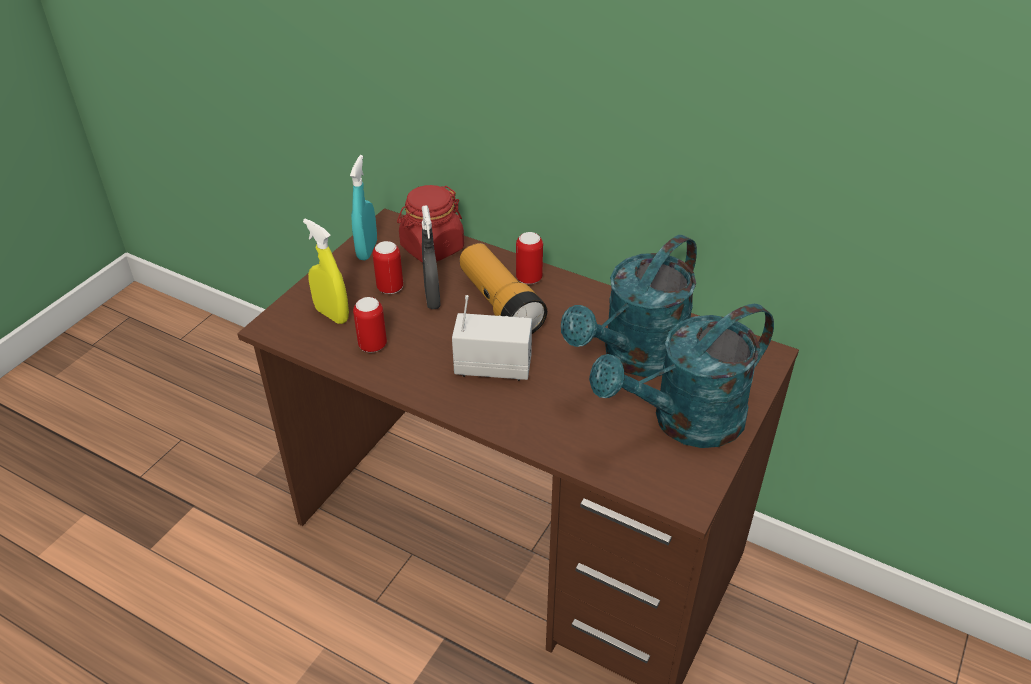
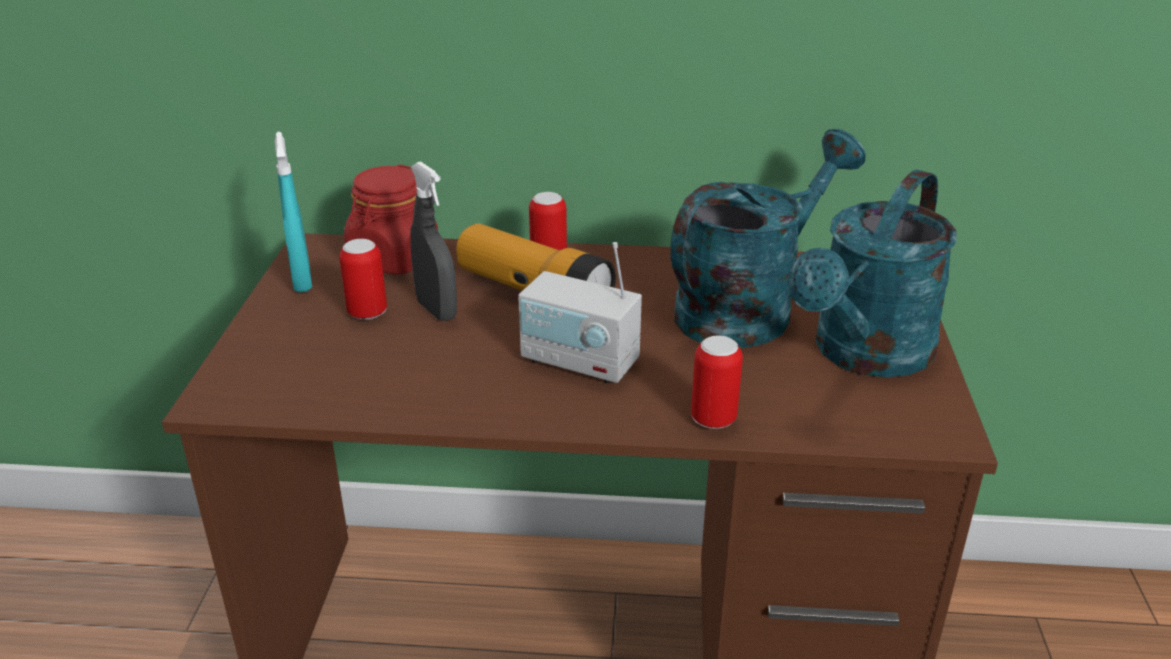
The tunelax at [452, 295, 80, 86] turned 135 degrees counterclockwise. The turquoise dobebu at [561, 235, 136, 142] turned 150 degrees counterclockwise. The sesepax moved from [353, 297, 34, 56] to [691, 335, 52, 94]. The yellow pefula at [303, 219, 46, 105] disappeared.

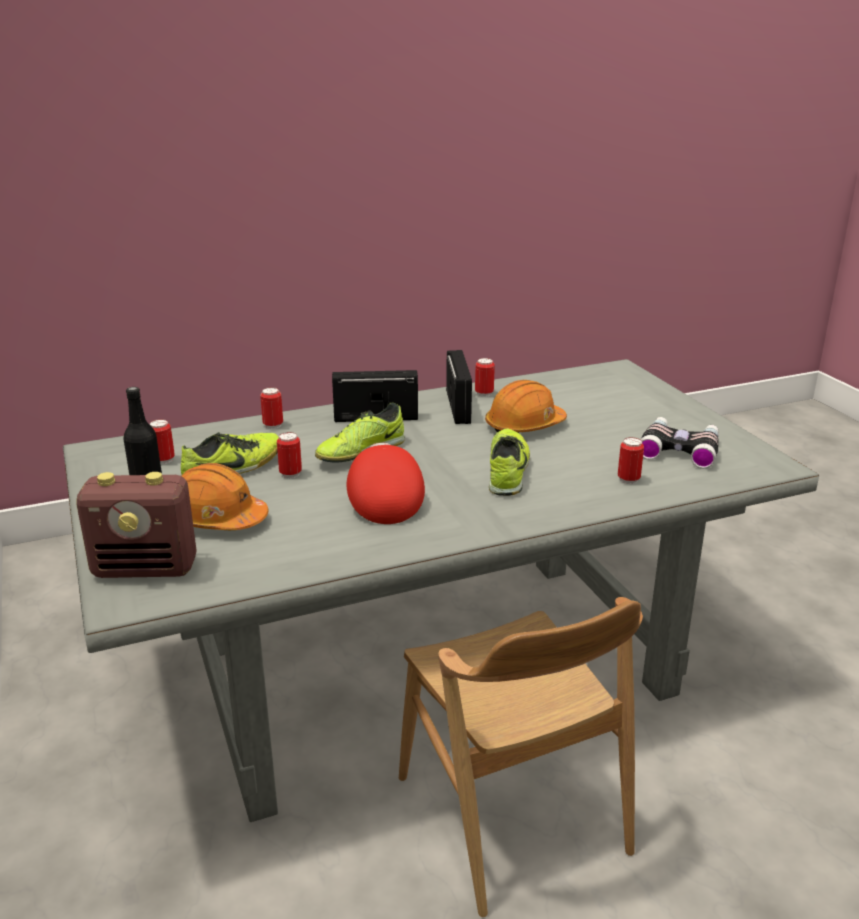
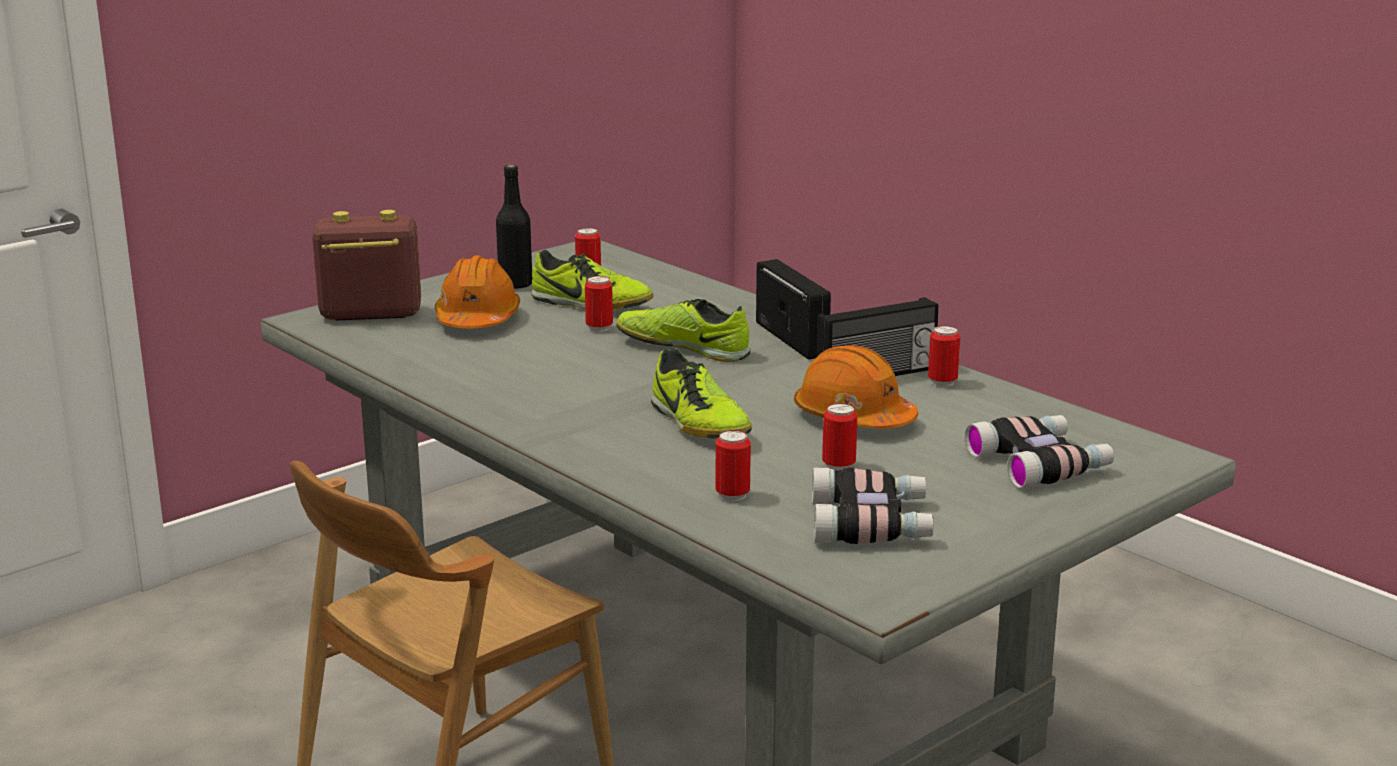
The tunelax at [76, 472, 121, 106] turned 105 degrees clockwise. The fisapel at [489, 429, 41, 67] turned 75 degrees clockwise. The sesepax moved from [260, 387, 23, 42] to [822, 403, 35, 68]. The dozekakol at [965, 415, 149, 74] appeared. The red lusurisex at [347, 443, 78, 81] disappeared.

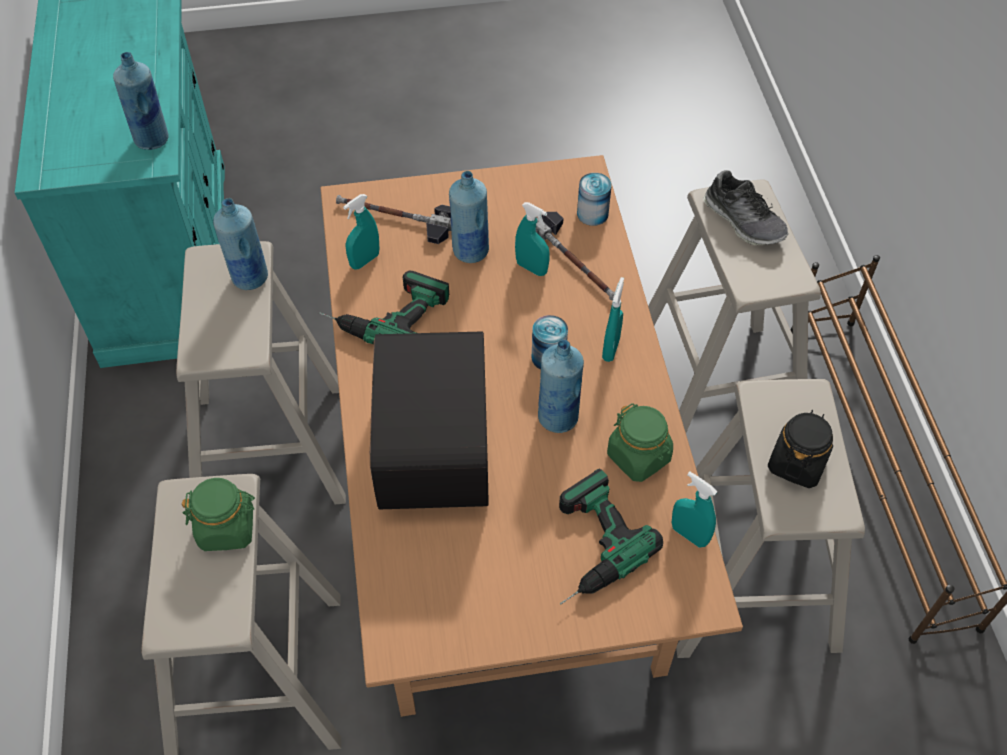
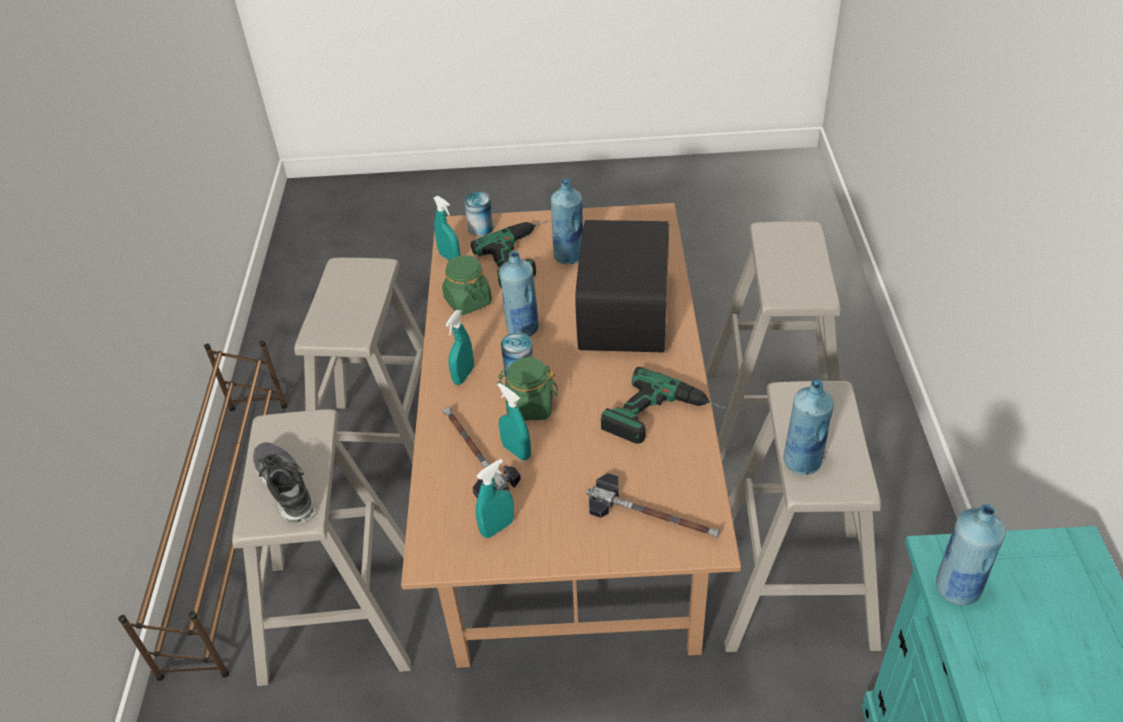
The sesepax moved from [577, 173, 35, 53] to [464, 192, 30, 44]. The turquoise pefula moved from [343, 194, 36, 76] to [476, 459, 38, 79]. The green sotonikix moved from [182, 478, 73, 73] to [498, 357, 60, 63]. The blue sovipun moved from [449, 171, 40, 92] to [551, 179, 32, 85]. The black sotonikix at [768, 410, 65, 78] disappeared.

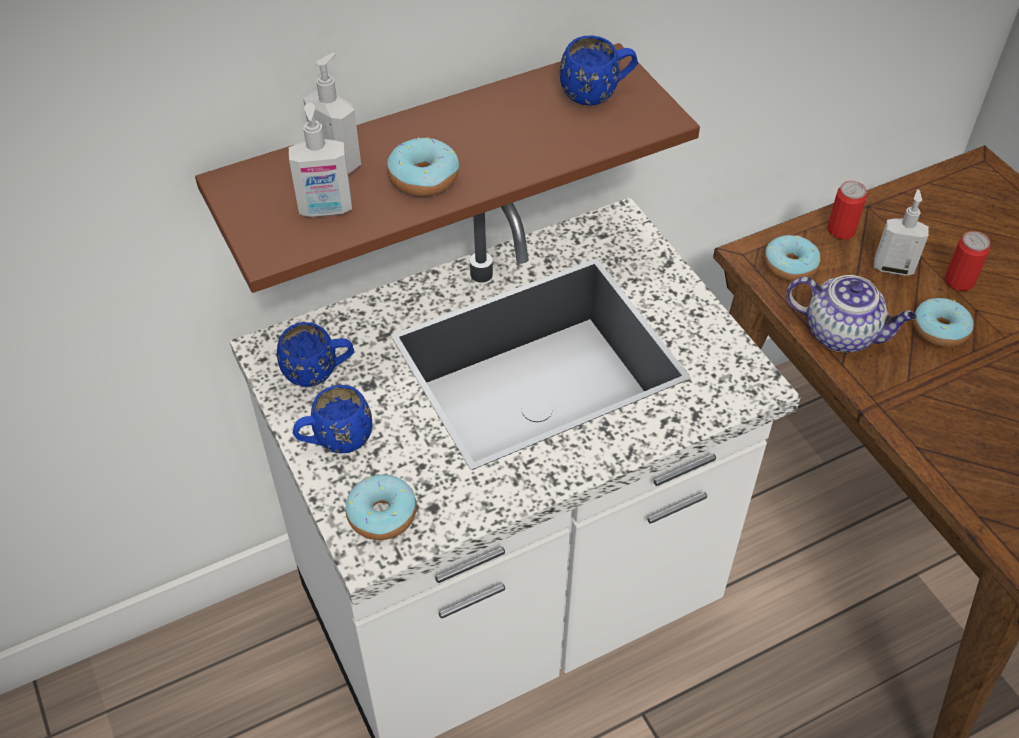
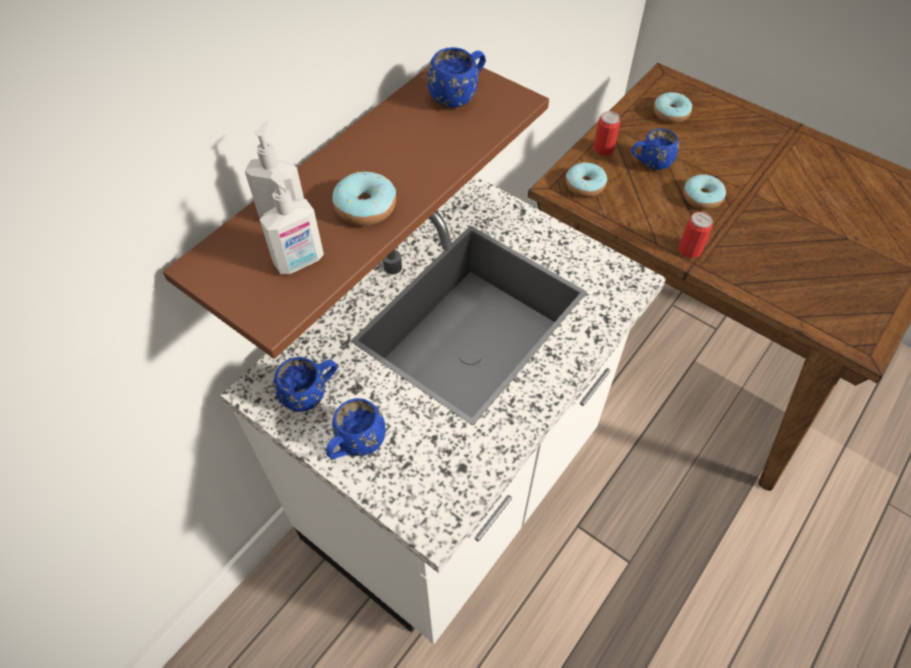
The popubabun at [874, 189, 55, 87] was replaced by the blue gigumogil at [631, 129, 48, 41]. The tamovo moved from [346, 475, 71, 65] to [654, 92, 38, 31]. The sesepax moved from [944, 231, 46, 60] to [678, 212, 35, 46]. The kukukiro at [786, 275, 131, 77] disappeared.

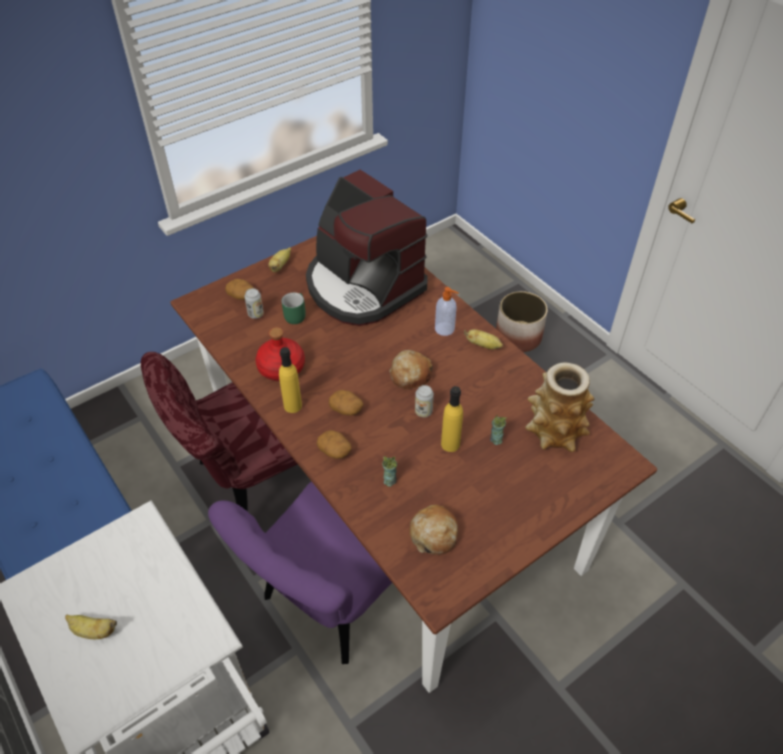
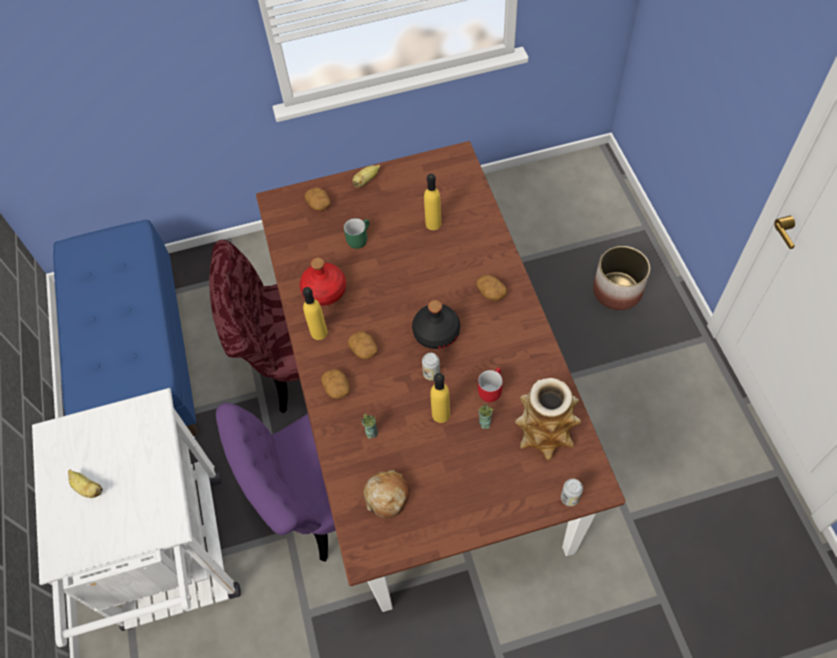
The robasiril at [390, 350, 43, 39] was replaced by the black sovipun at [412, 300, 48, 49]. The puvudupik at [306, 170, 122, 156] was replaced by the yellow sovipun at [424, 174, 17, 56]. The popubabun at [435, 287, 24, 49] was replaced by the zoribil at [477, 275, 30, 26]. The red gigumogil at [478, 368, 25, 34] appeared. The sesepax moved from [244, 288, 20, 31] to [561, 479, 22, 27]. The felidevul at [464, 329, 39, 20] disappeared.

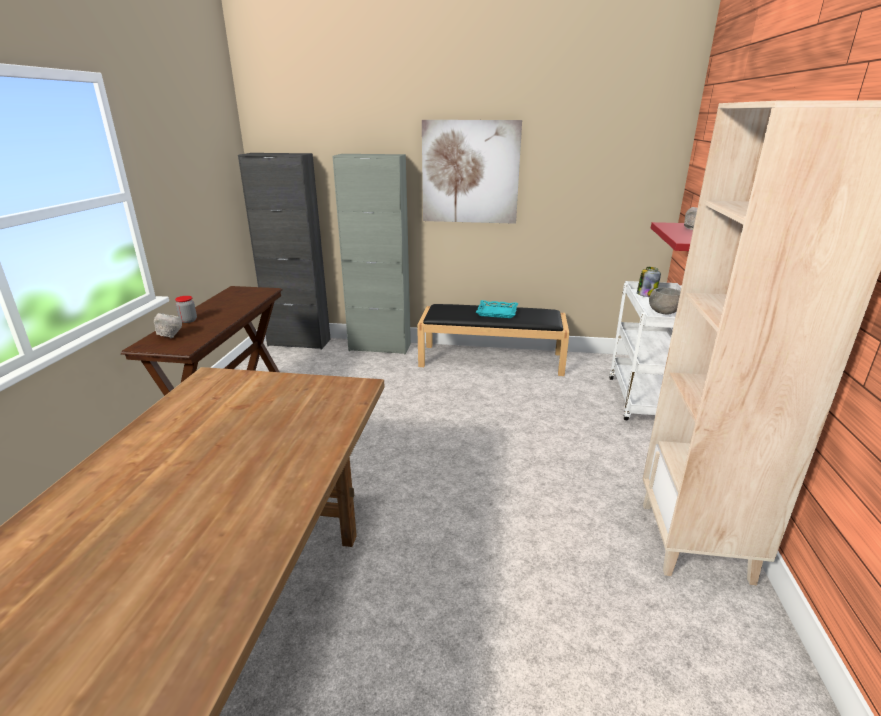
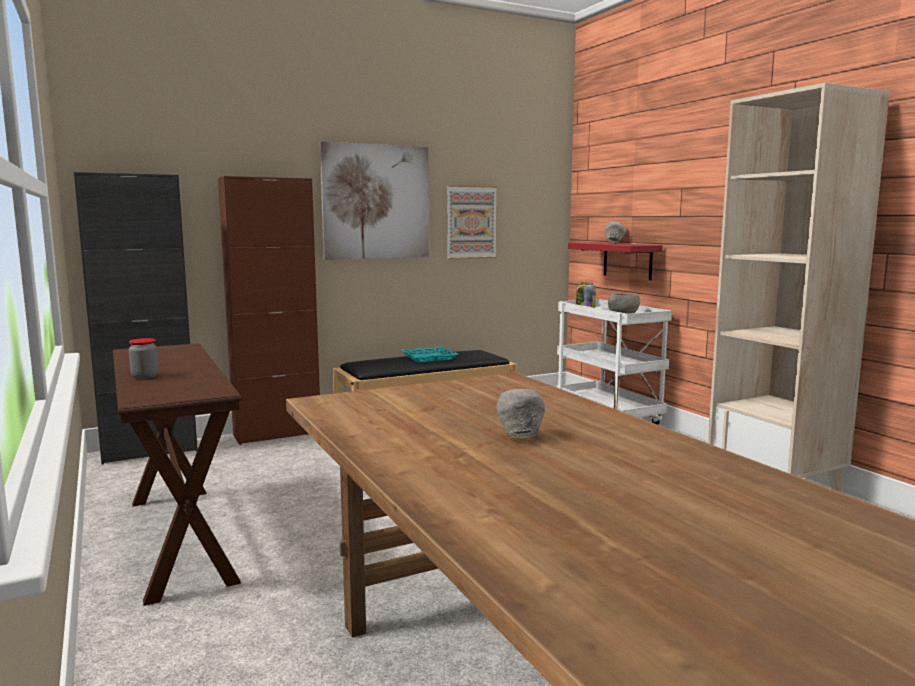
The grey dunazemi at [332, 154, 79, 201] became the brown dunazemi at [218, 176, 102, 269]. The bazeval at [447, 185, 50, 74] appeared. The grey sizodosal moved from [154, 313, 28, 25] to [497, 389, 48, 49].

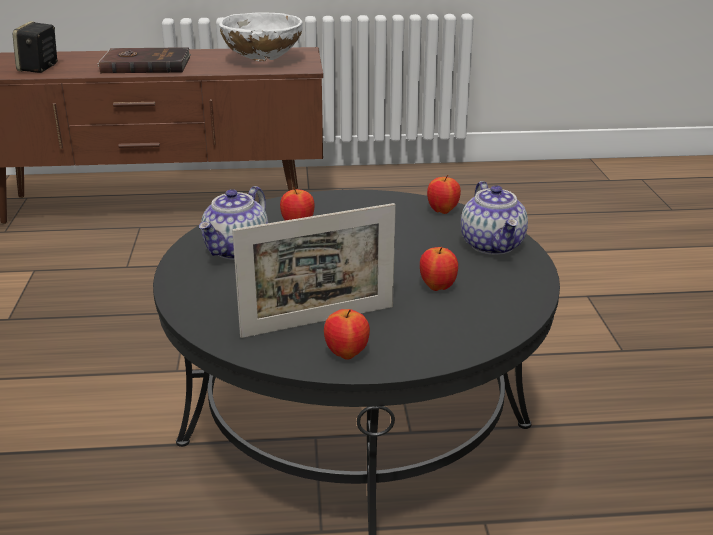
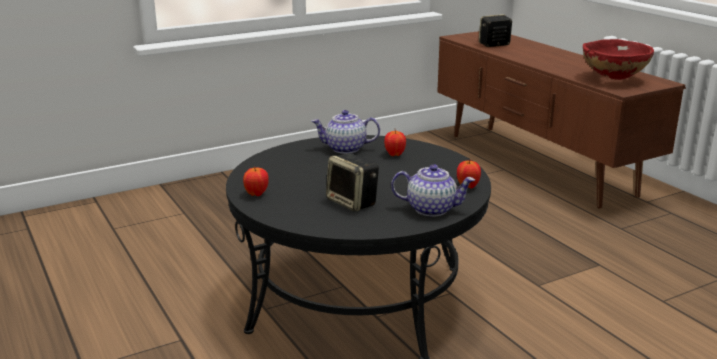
The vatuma at [420, 247, 38, 44] was replaced by the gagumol at [326, 153, 53, 59]. The kukukiro at [461, 181, 67, 74] turned 135 degrees counterclockwise. The white sizodosal at [219, 12, 84, 49] became the red sizodosal at [583, 39, 71, 41]. The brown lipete at [98, 47, 93, 26] disappeared. The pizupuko at [232, 203, 164, 135] disappeared.

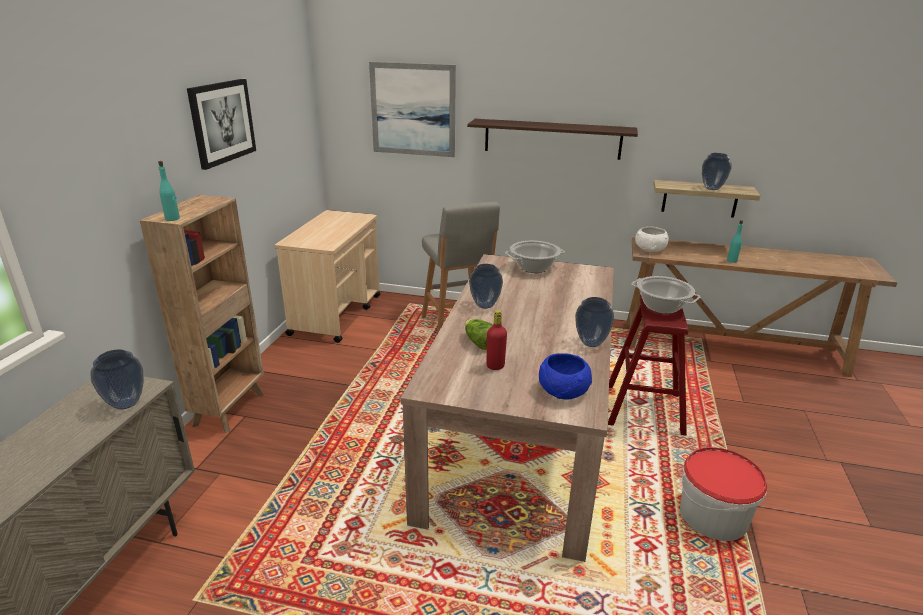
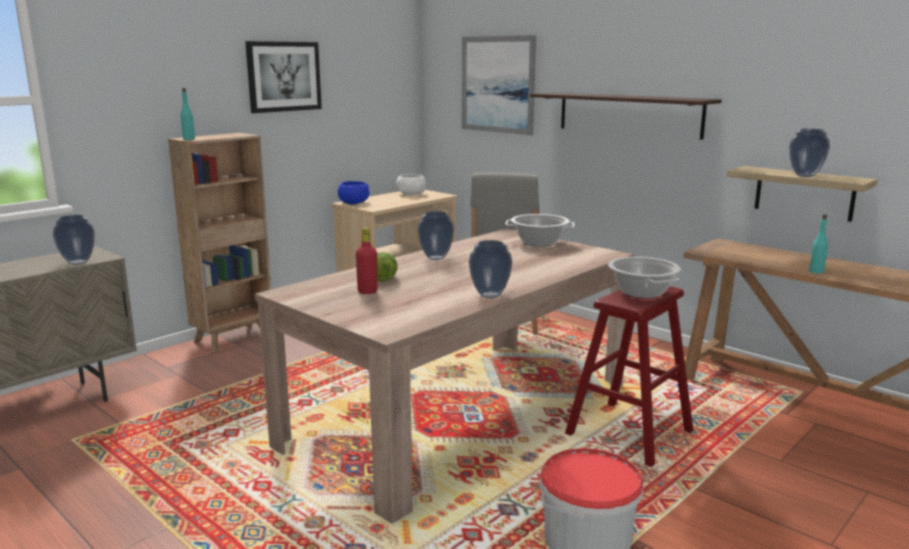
The blue sizodosal moved from [539, 353, 53, 47] to [338, 181, 32, 23]. The white sizodosal moved from [635, 227, 34, 25] to [396, 174, 30, 21].

